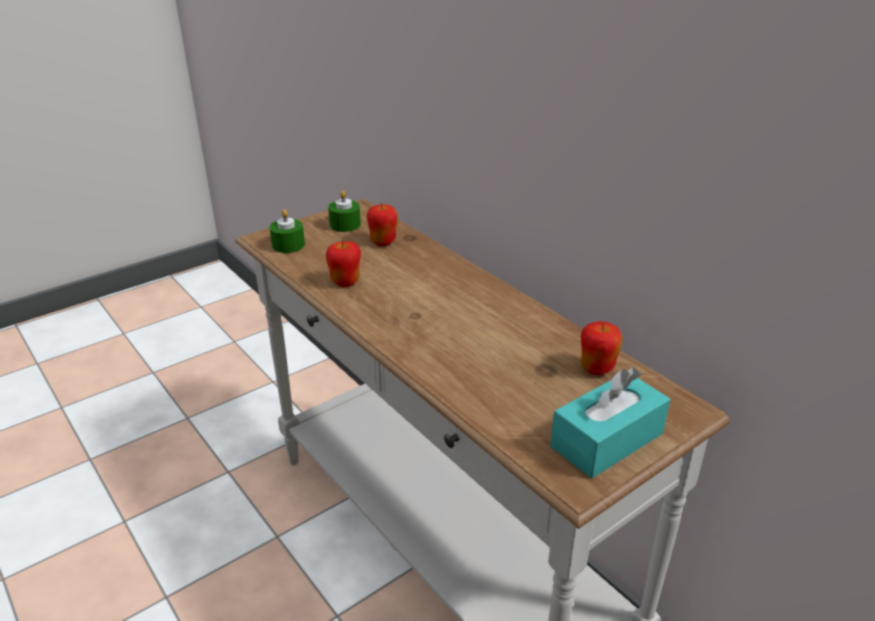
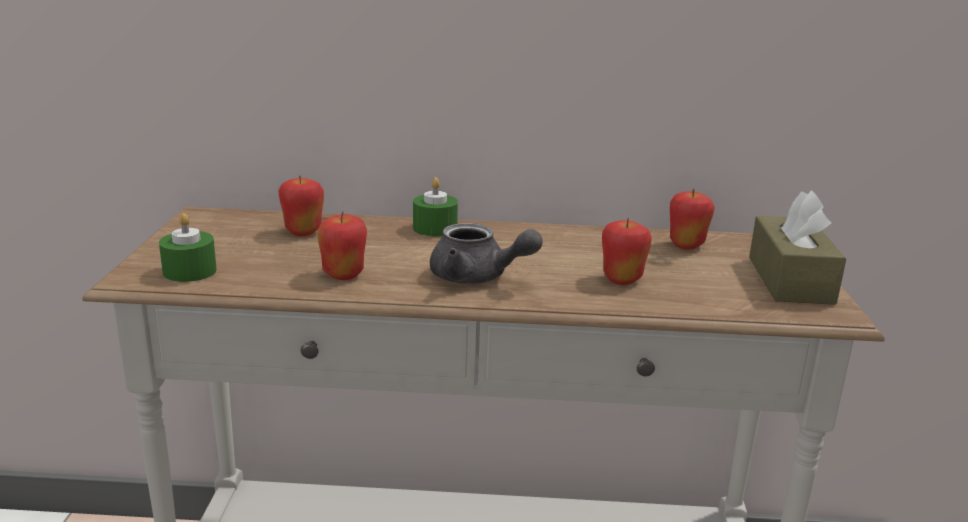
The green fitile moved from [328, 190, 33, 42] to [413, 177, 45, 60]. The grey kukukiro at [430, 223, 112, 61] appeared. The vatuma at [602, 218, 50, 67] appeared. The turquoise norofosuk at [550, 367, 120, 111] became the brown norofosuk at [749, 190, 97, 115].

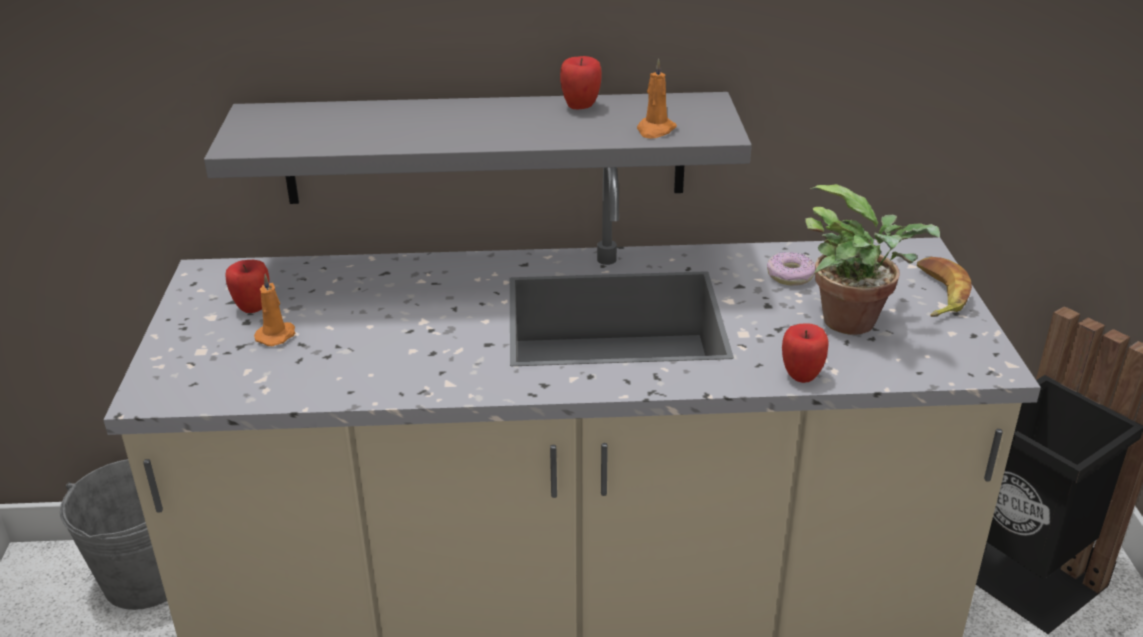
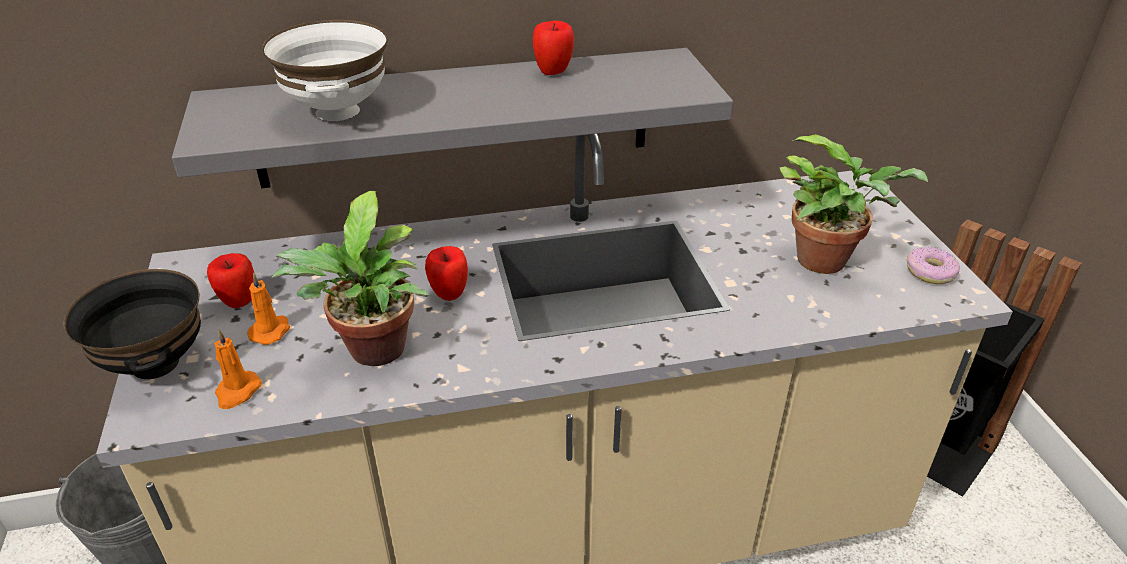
The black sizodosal at [64, 269, 137, 110] appeared. The orange fitile moved from [637, 59, 40, 80] to [214, 329, 48, 80]. The white sizodosal at [262, 20, 125, 101] appeared. The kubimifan at [272, 191, 157, 175] appeared. The vatuma moved from [782, 324, 47, 59] to [425, 246, 43, 55]. The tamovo moved from [767, 252, 48, 34] to [906, 247, 54, 37]. The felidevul at [917, 257, 55, 60] disappeared.

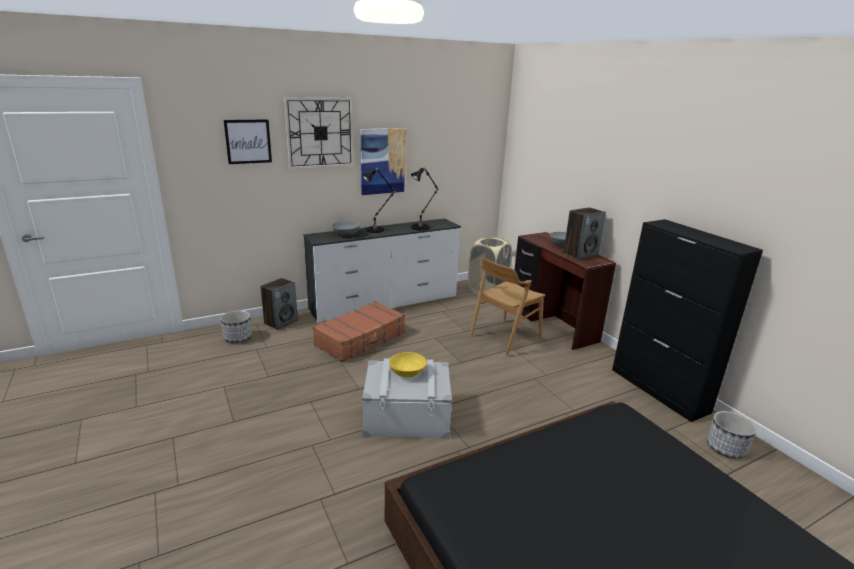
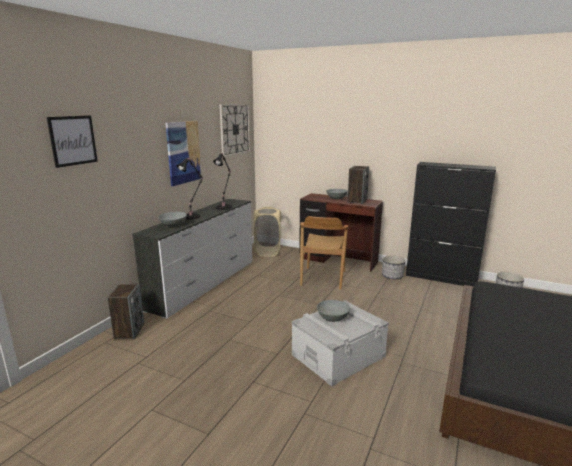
The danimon moved from [284, 97, 70, 72] to [219, 104, 31, 53]. The yellow sizodosal at [389, 352, 38, 26] became the grey sizodosal at [317, 300, 33, 22]. The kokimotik moved from [220, 310, 32, 33] to [382, 255, 24, 24]. The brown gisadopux at [313, 301, 92, 61] disappeared.

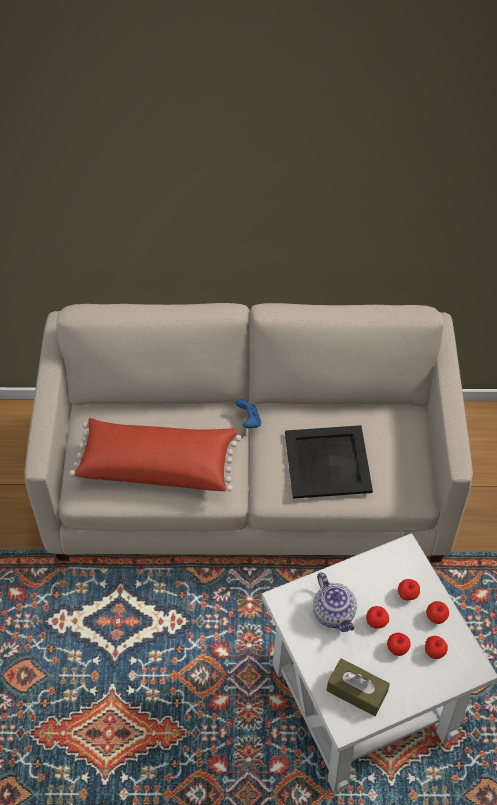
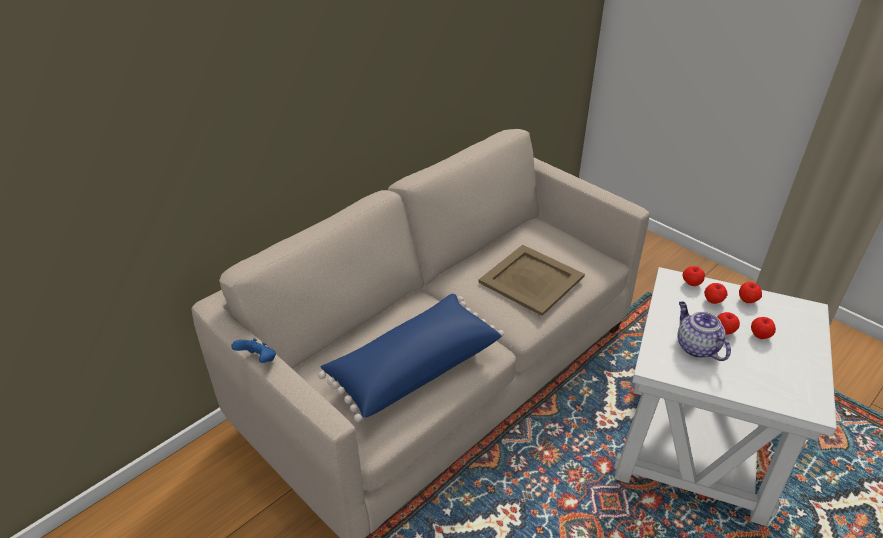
The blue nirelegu moved from [235, 399, 26, 29] to [231, 338, 45, 25]. The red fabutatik at [69, 418, 172, 73] became the blue fabutatik at [318, 294, 186, 128]. The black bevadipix at [285, 425, 88, 74] became the beige bevadipix at [478, 245, 107, 71]. The kukukiro at [313, 572, 44, 60] turned 135 degrees counterclockwise. The vatuma moved from [425, 636, 23, 23] to [682, 266, 23, 20]. The brown norofosuk at [327, 658, 63, 58] disappeared.

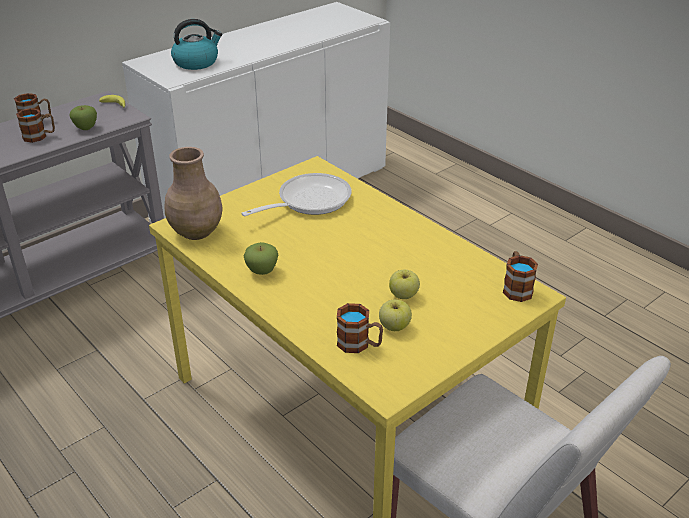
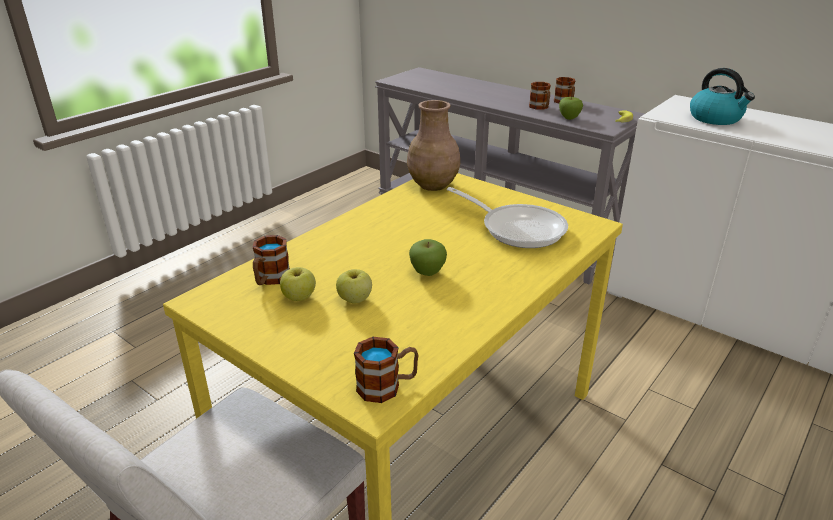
The vatuma moved from [244, 242, 34, 33] to [409, 239, 38, 37].

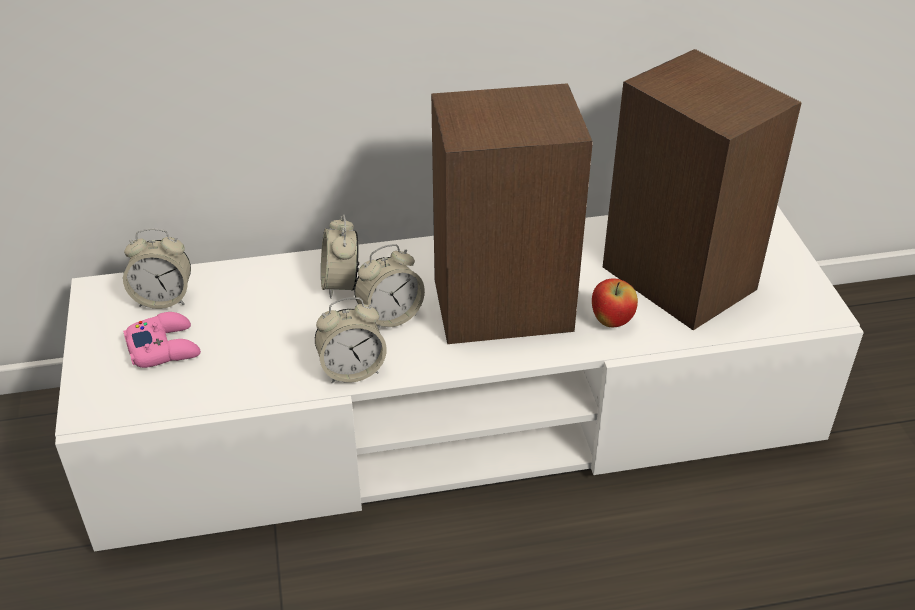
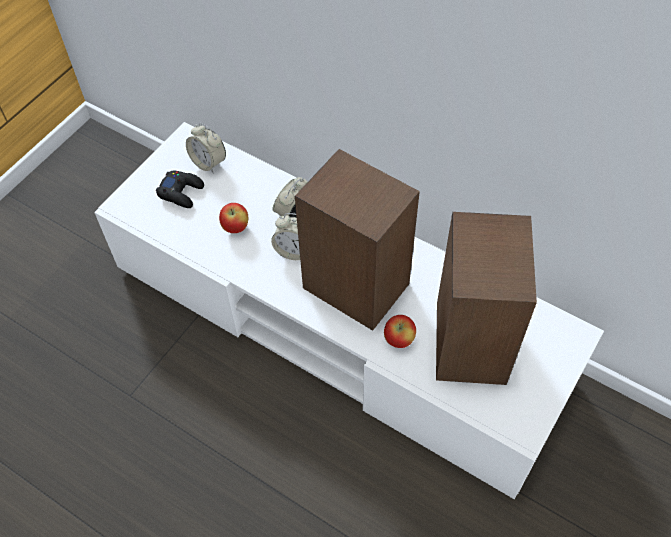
The pink nirelegu at [123, 312, 78, 56] became the black nirelegu at [156, 171, 48, 37]. The vatuma at [219, 203, 29, 30] appeared. The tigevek at [315, 297, 72, 87] disappeared.

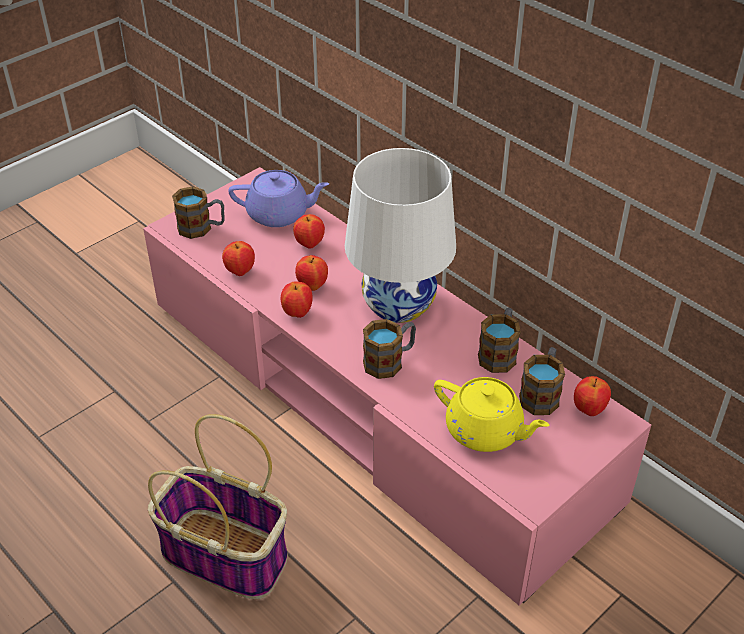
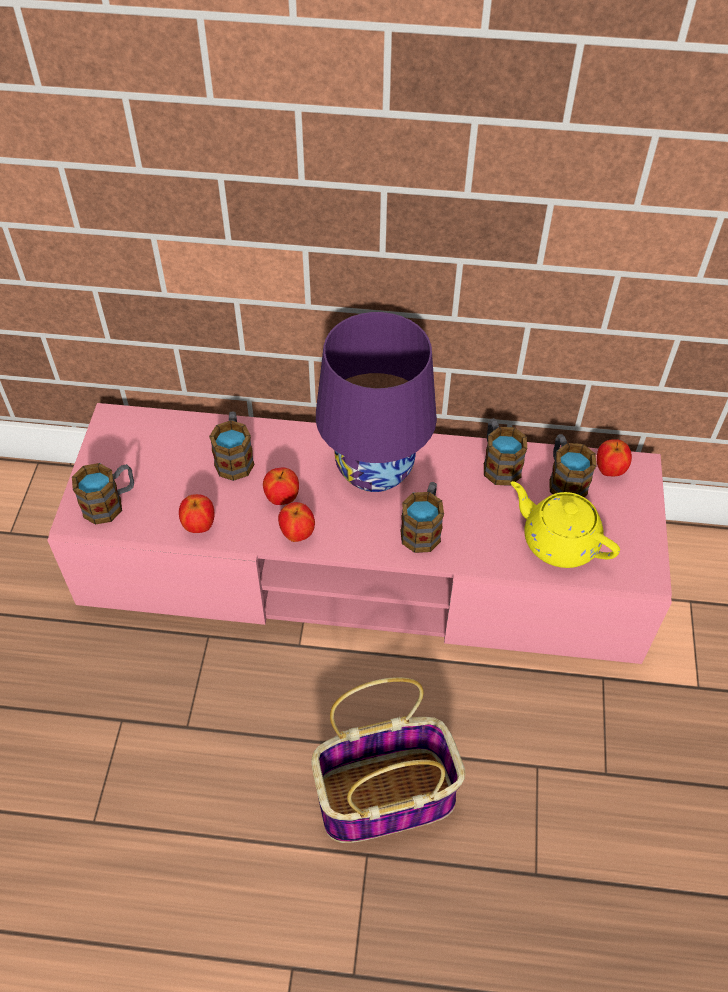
The vatuma at [293, 214, 32, 35] was replaced by the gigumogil at [209, 411, 46, 70]. The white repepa at [345, 148, 111, 175] became the purple repepa at [316, 312, 121, 180]. The yellow kukukiro at [434, 377, 115, 75] turned 135 degrees counterclockwise. The purple kukukiro at [228, 170, 101, 57] disappeared.

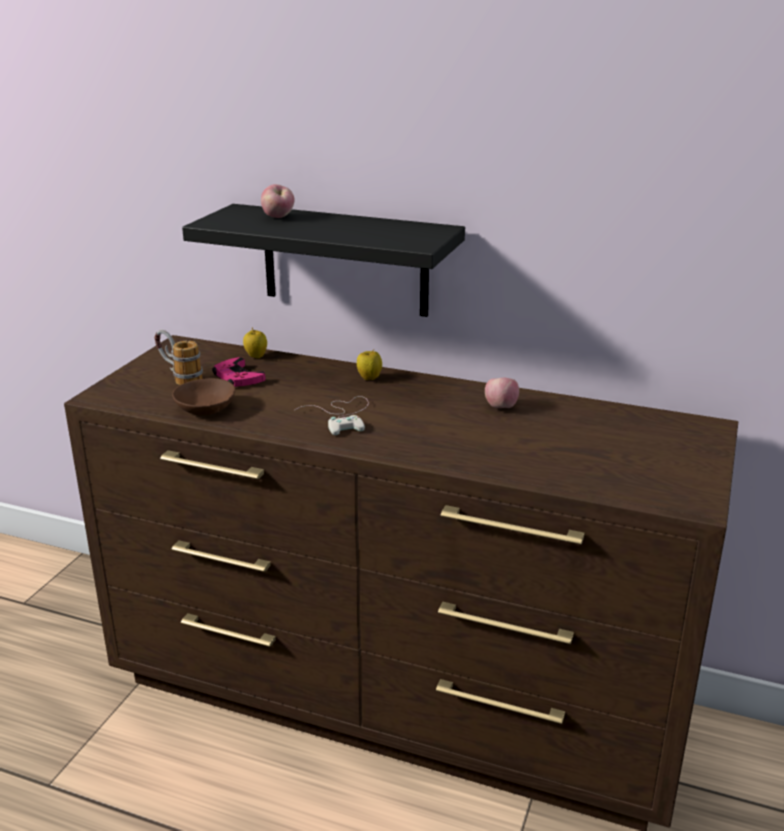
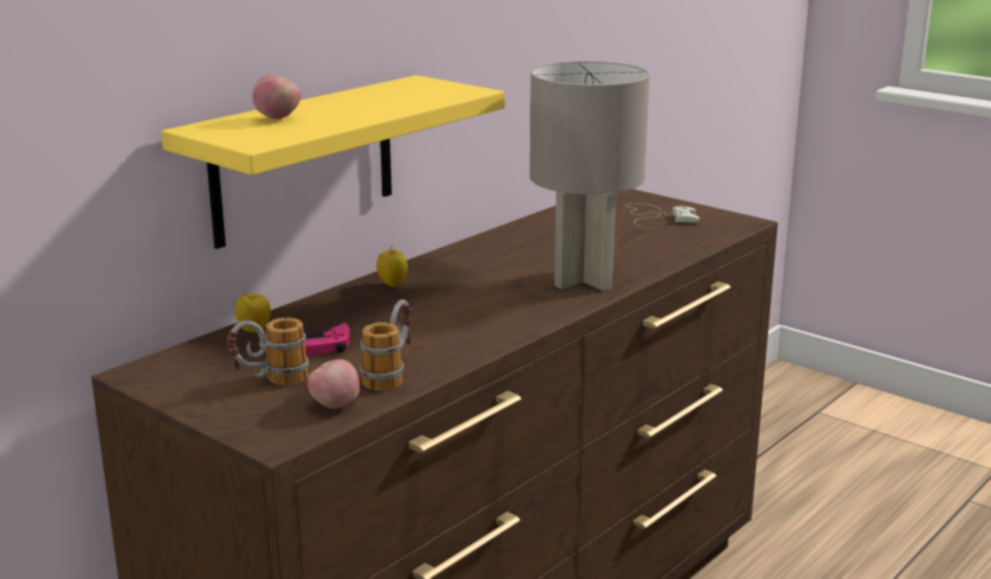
The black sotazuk at [182, 204, 283, 113] became the yellow sotazuk at [161, 75, 344, 174]. The vatuma moved from [485, 378, 34, 30] to [307, 359, 53, 50]. The brown sizodosal at [172, 378, 63, 37] was replaced by the gigumogil at [360, 299, 51, 92]. The grey repepa at [530, 61, 120, 230] appeared. The white nirelegu moved from [295, 396, 74, 39] to [626, 203, 73, 24].

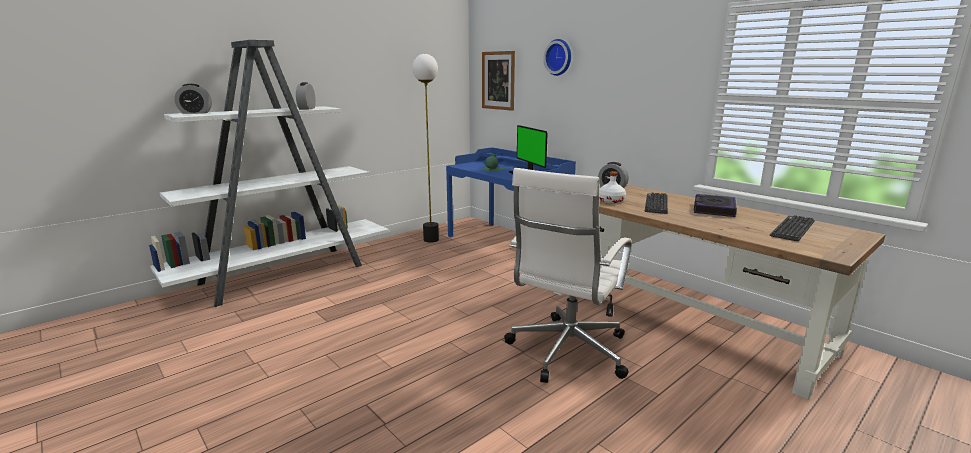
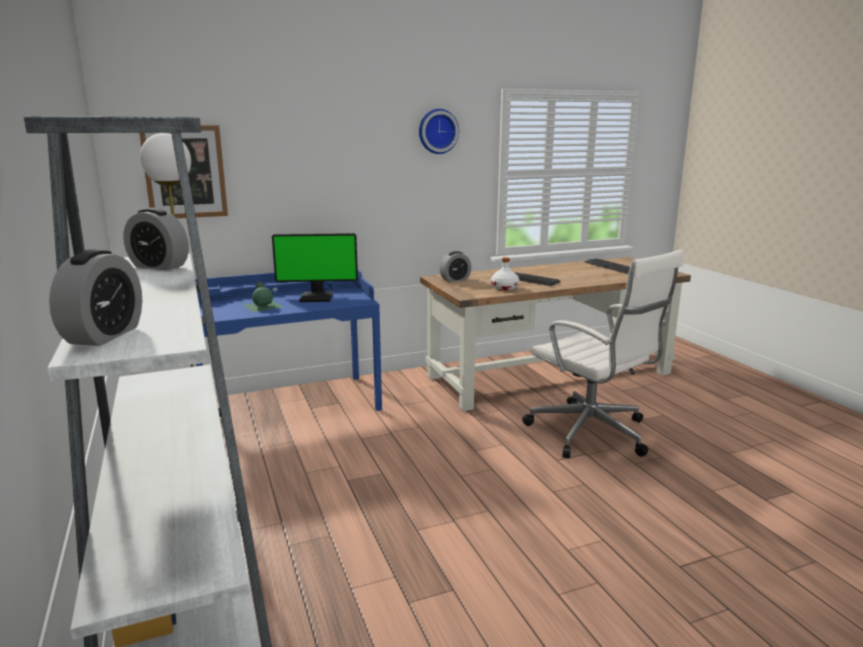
The danimon moved from [543, 39, 28, 37] to [419, 109, 40, 45]. The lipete at [694, 194, 43, 23] disappeared.

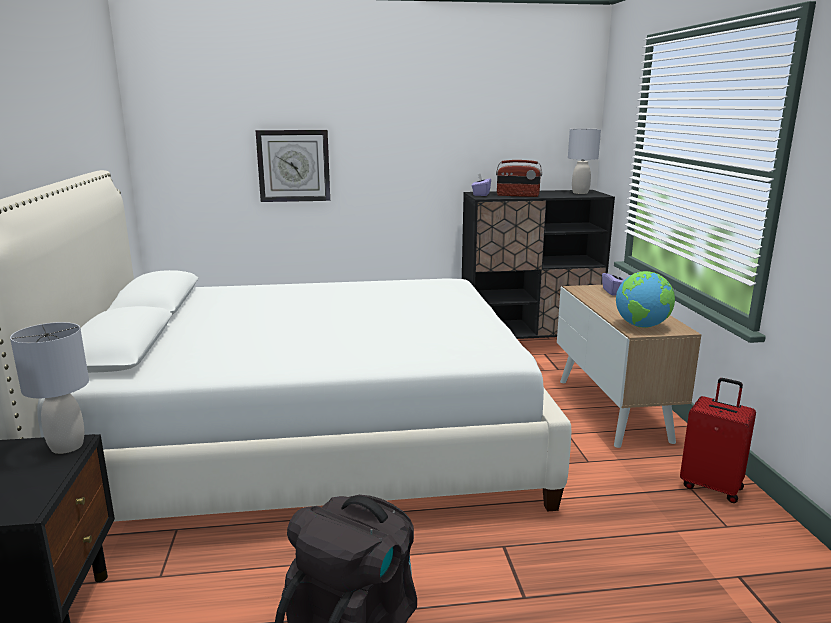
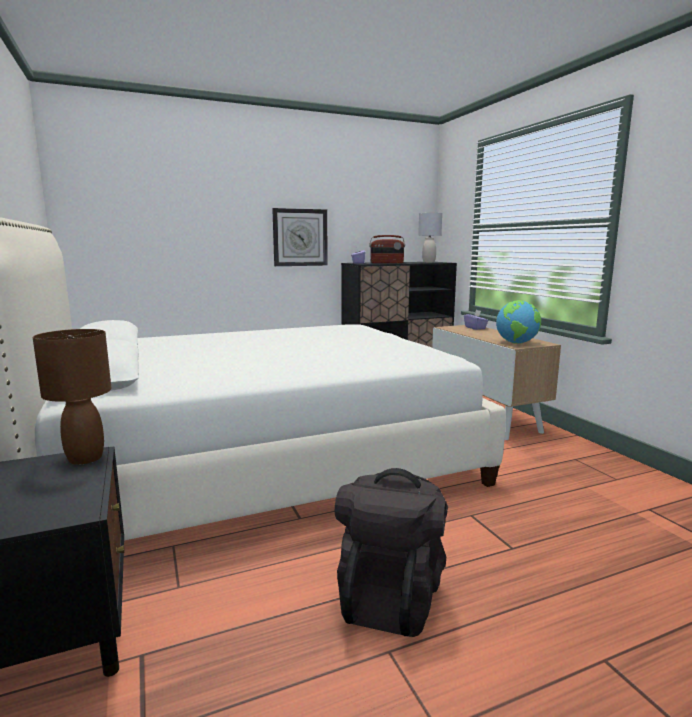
The grey repepa at [10, 322, 79, 132] became the brown repepa at [33, 329, 79, 136]. The danimon moved from [255, 130, 75, 72] to [272, 208, 56, 58]. The red gisadopux at [680, 378, 76, 125] disappeared.

